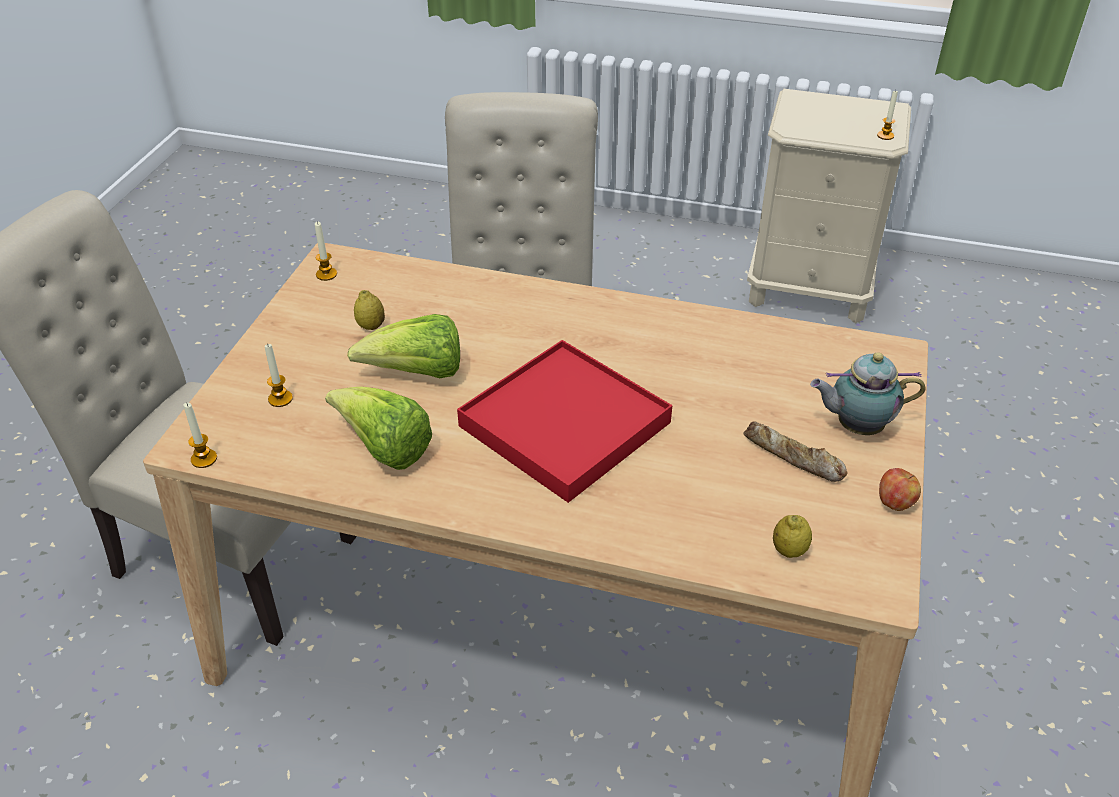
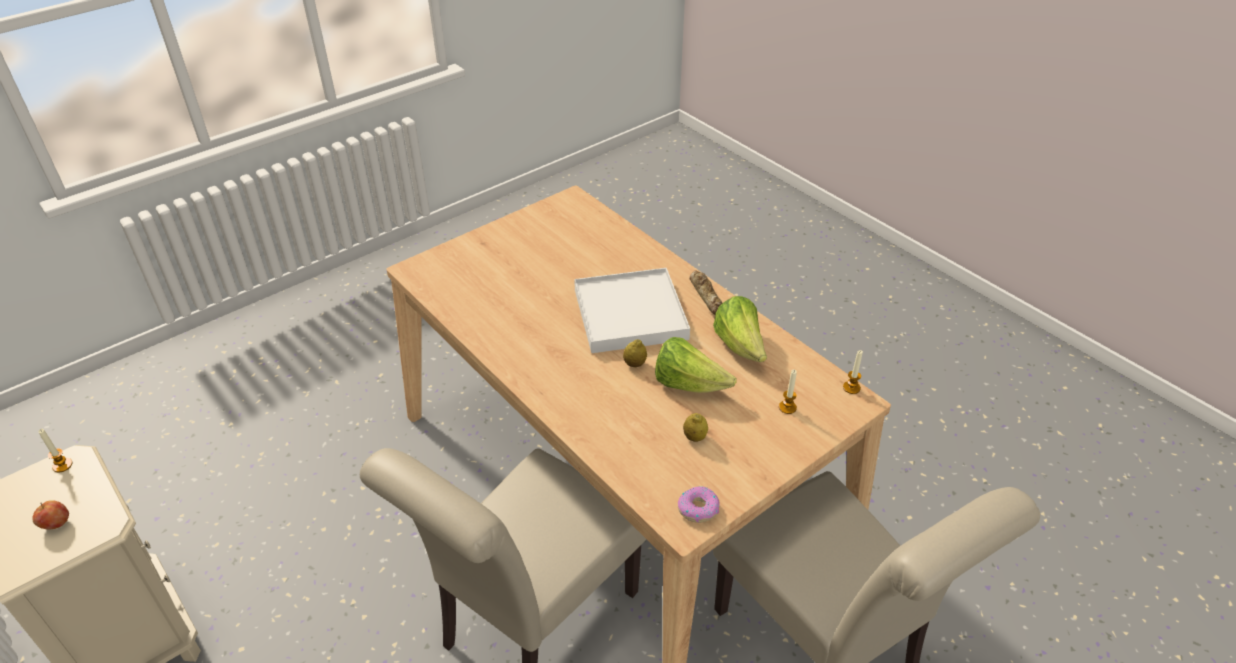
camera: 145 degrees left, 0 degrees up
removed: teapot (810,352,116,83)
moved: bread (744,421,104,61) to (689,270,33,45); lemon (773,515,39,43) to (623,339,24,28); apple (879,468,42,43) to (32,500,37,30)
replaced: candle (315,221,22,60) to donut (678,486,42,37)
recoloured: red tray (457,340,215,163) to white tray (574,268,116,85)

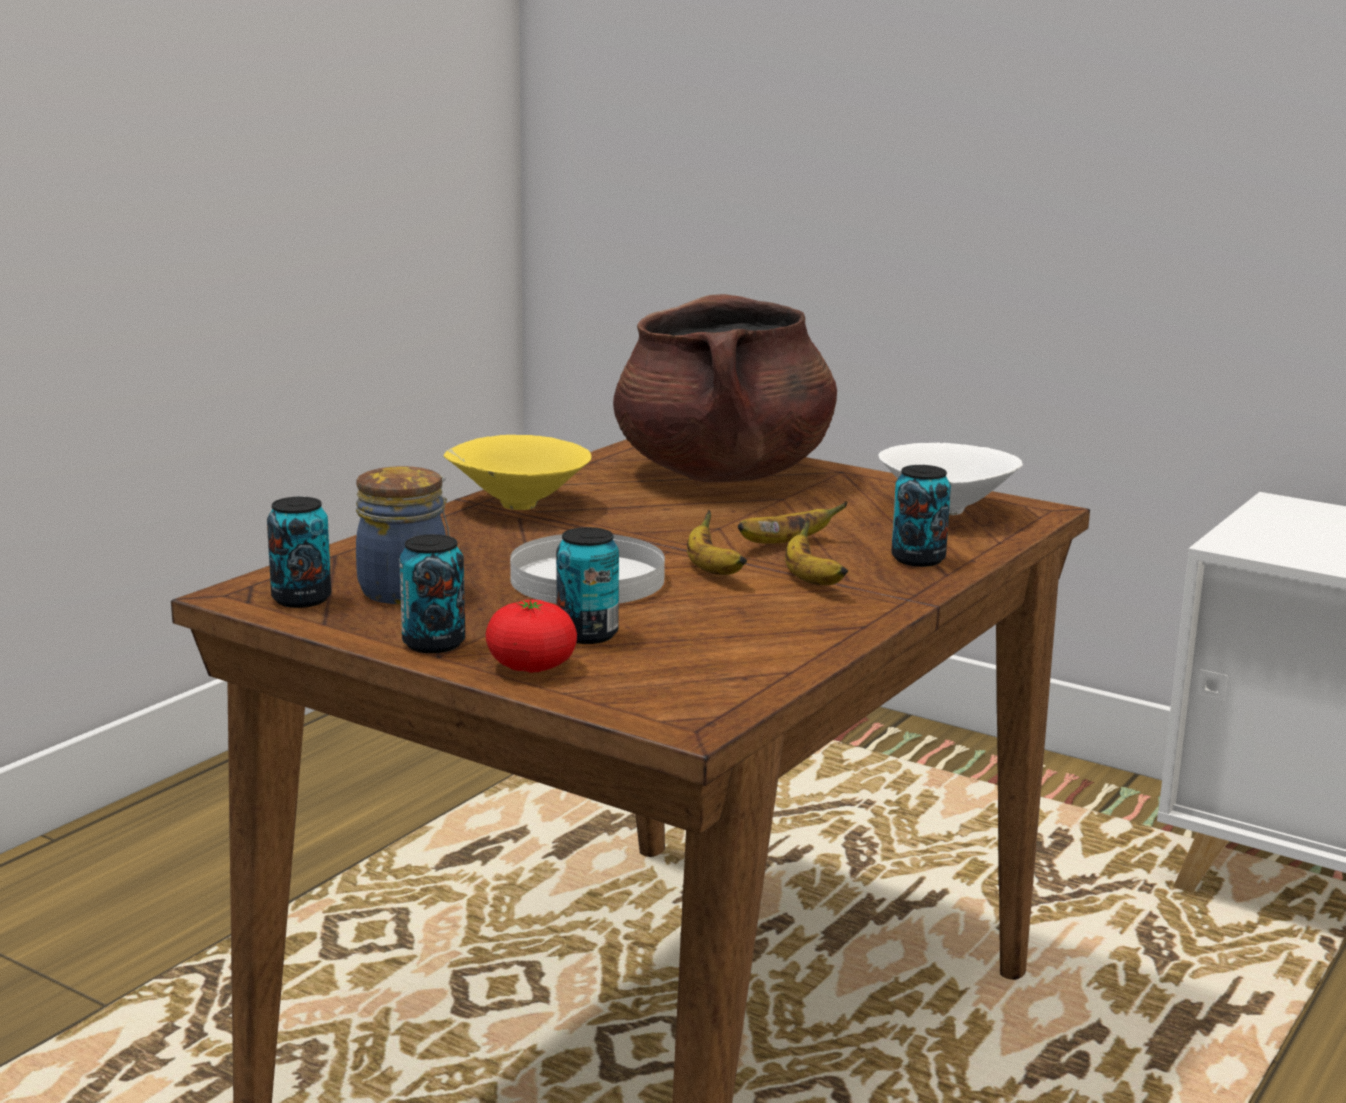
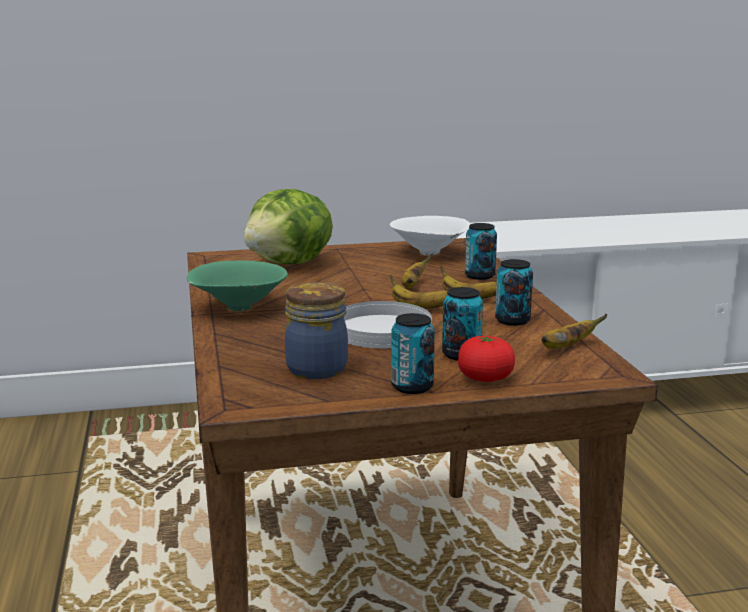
camera: 45 degrees left, 0 degrees up
added: banana (541,314,66,35)
moved: can (267,497,64,111) to (495,259,38,67)
replaced: brown cooking pot (613,294,224,188) to lettuce (243,189,90,75)
recoloured: yellow bowl (444,435,148,75) to green bowl (187,261,101,50)

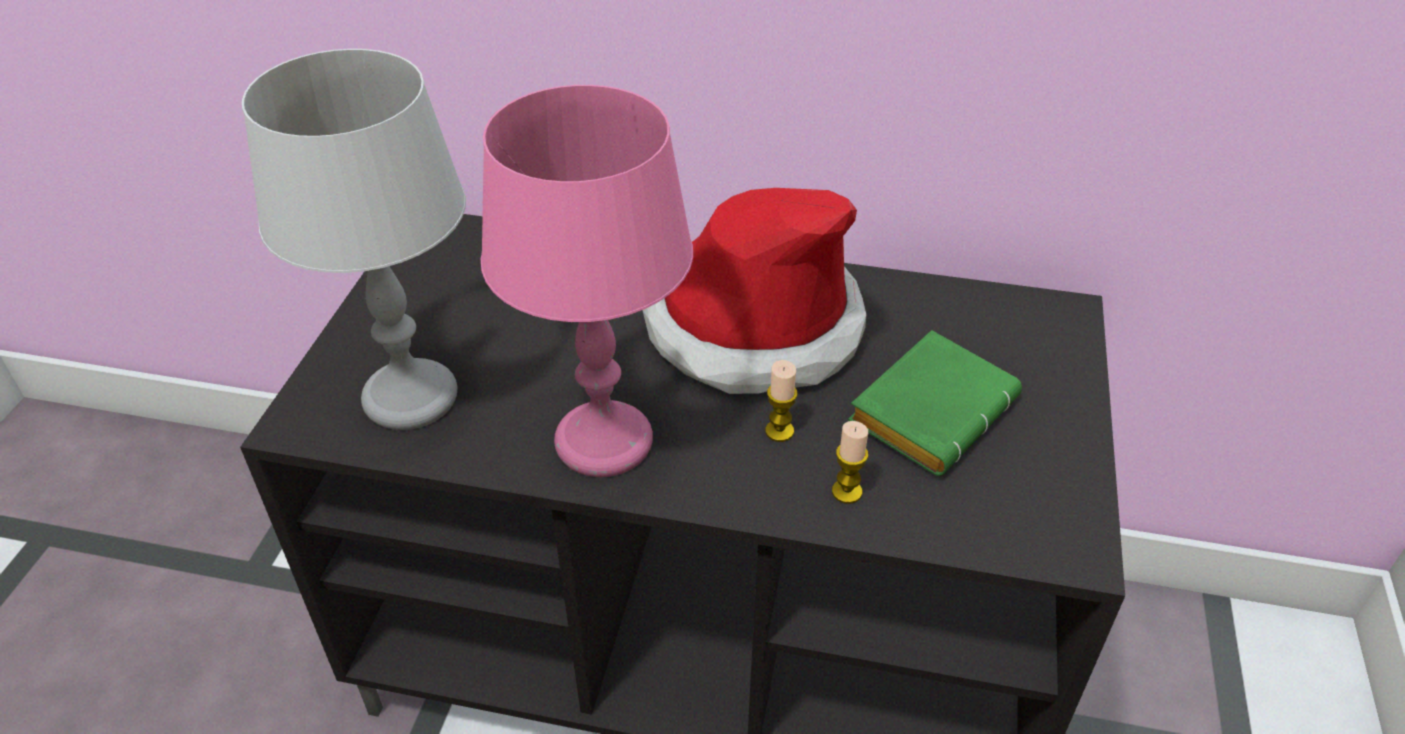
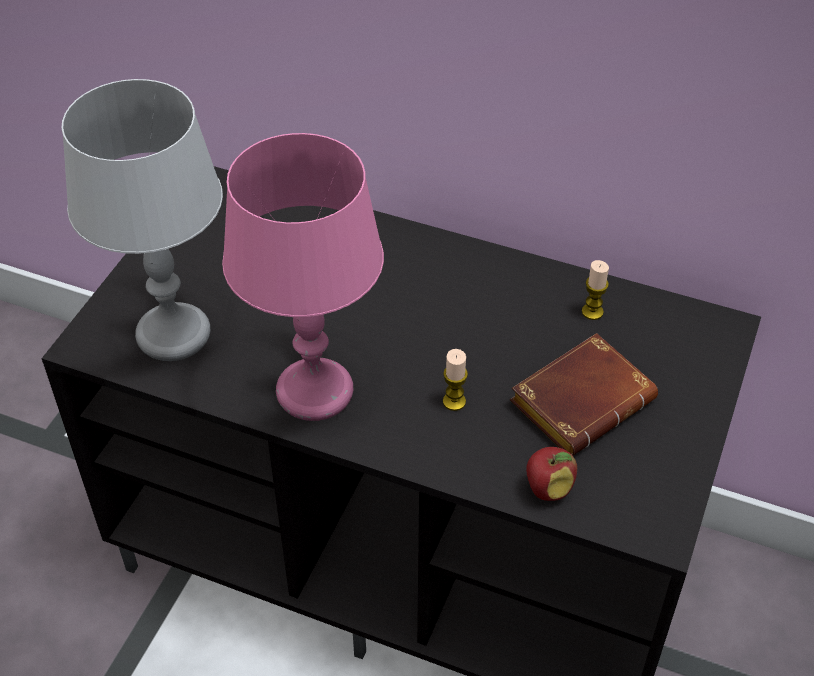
camera: 10 degrees right, 5 degrees up
removed: hat (643,188,223,206)
added: apple (526,447,51,54)
moved: candle (832,421,36,83) to (582,260,27,60)
recoloured: green book (848,330,174,146) to brown book (510,333,148,123)

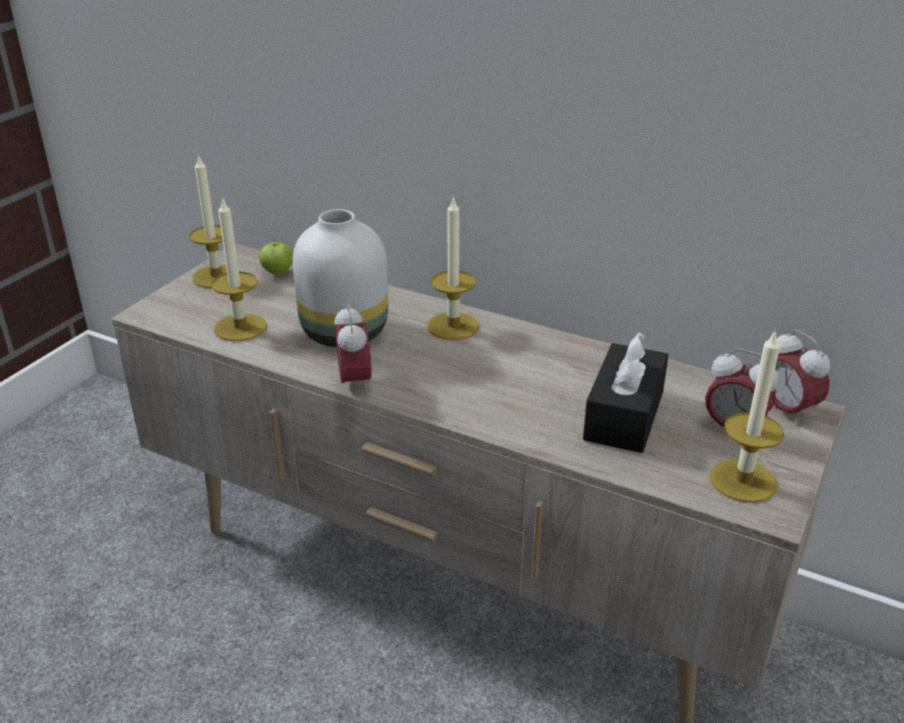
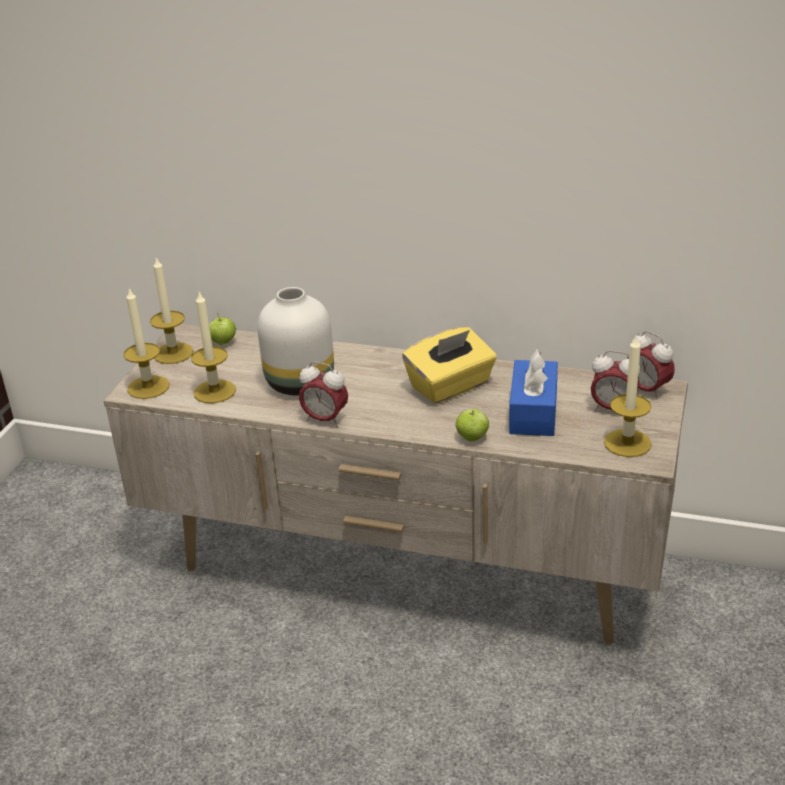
camera: 10 degrees left, 0 degrees up
added: yellow tissue box (402,327,95,77); apple (456,409,33,33)
moved: candle (427,195,52,145) to (123,288,46,111)
recoloured: black tissue box (583,332,86,121) to blue tissue box (509,349,49,87)
turned: alarm clock (334,304,38,90) = (299,362,49,65) 135 degrees clockwise

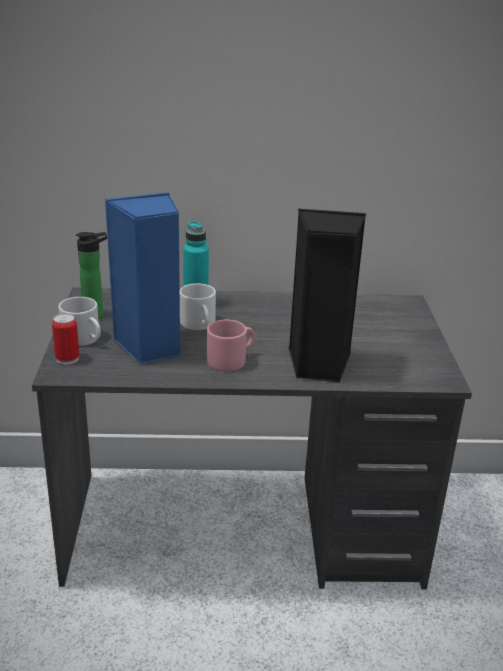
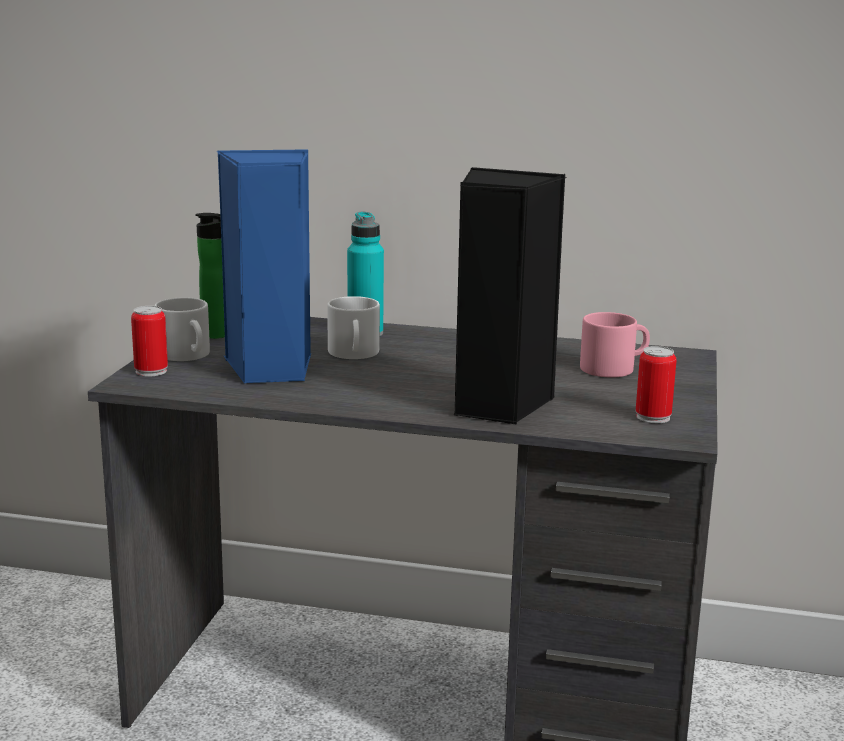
camera: 15 degrees right, 10 degrees down
added: can (636,346,41,77)
moved: pink mug (207,320,48,52) to (580,312,70,66)

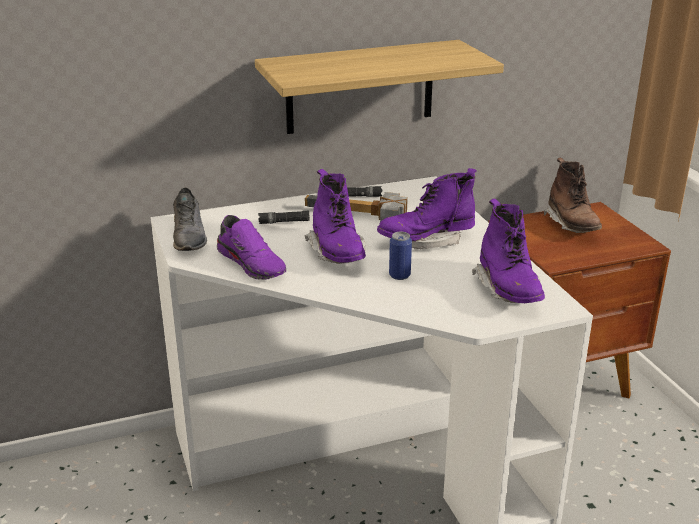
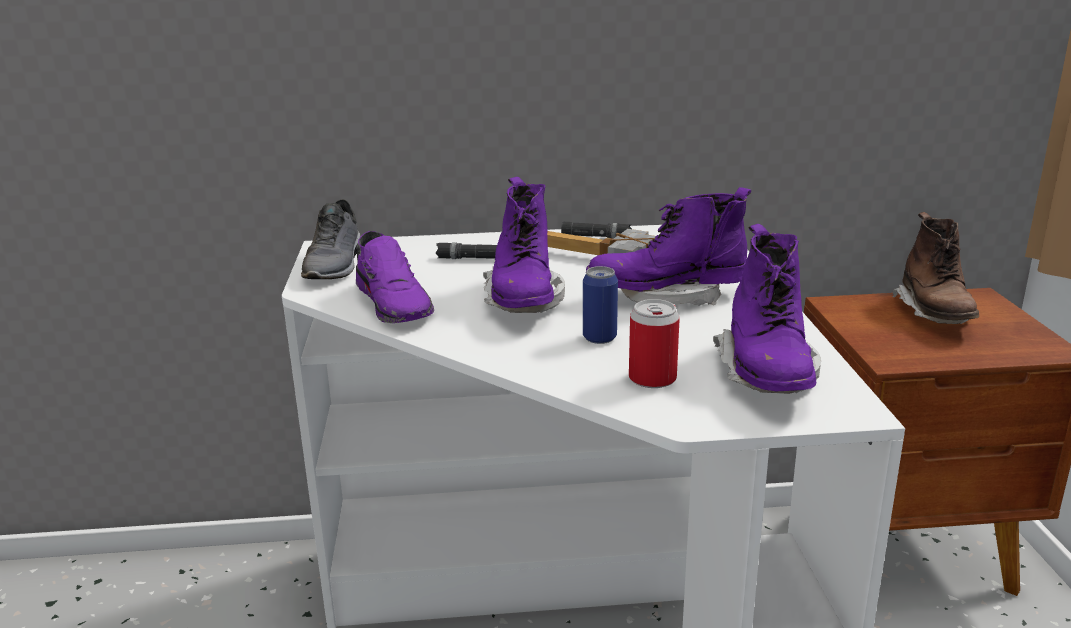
camera: 15 degrees right, 5 degrees down
removed: shelf (255,40,249,94)
added: can (629,299,51,89)

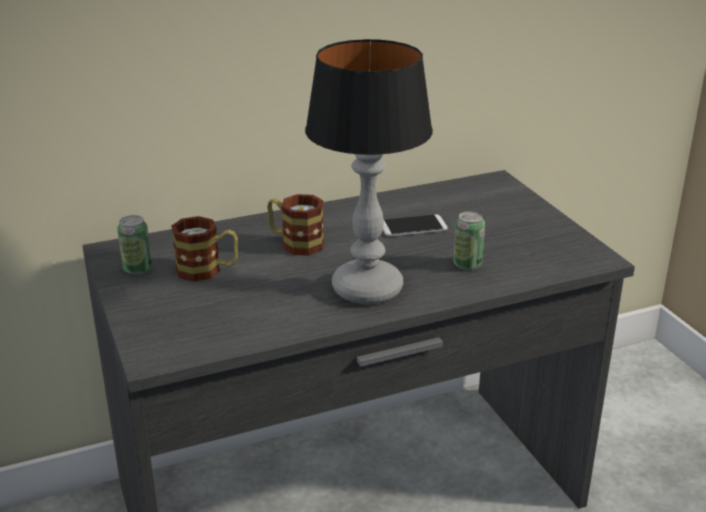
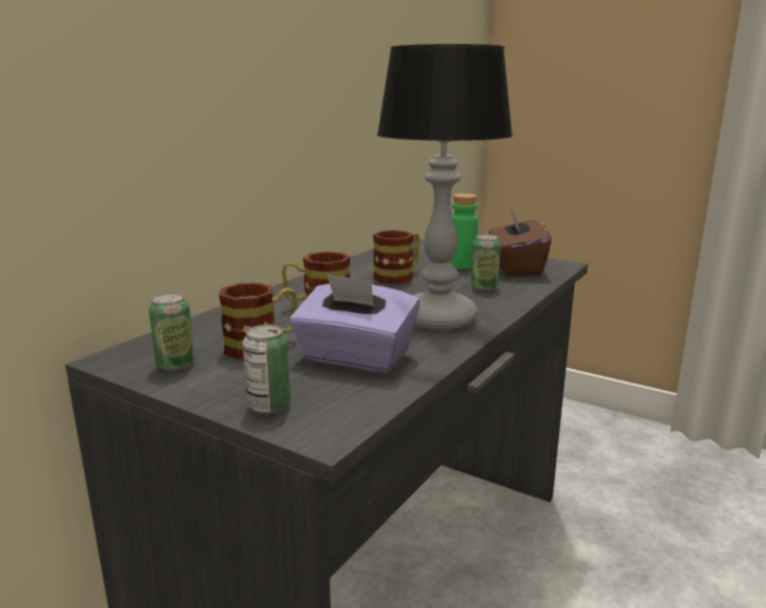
camera: 35 degrees left, 10 degrees down
added: can (242,324,49,90); purple tissue box (290,273,130,99); green bottle (449,194,29,75); brown tissue box (489,209,62,66)
replaced: phone (383,214,65,22) to mug (373,230,47,55)

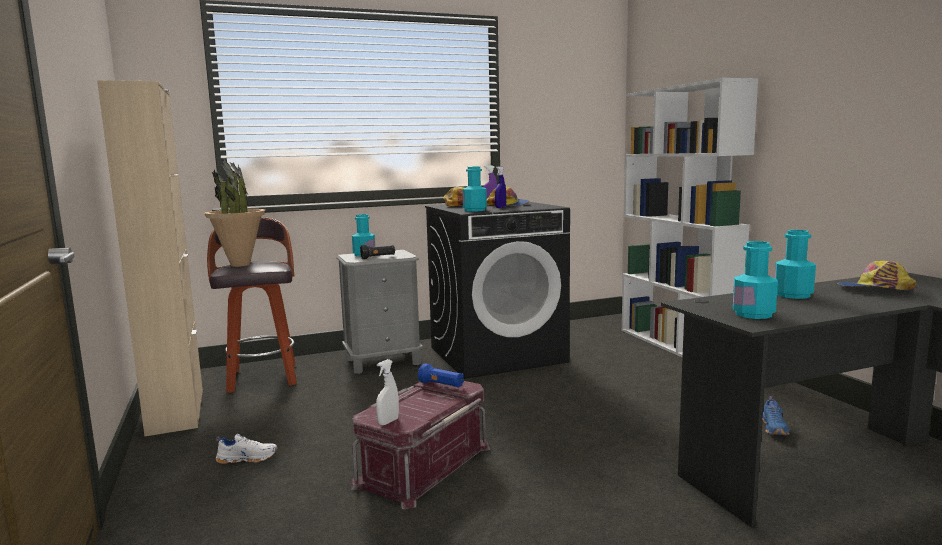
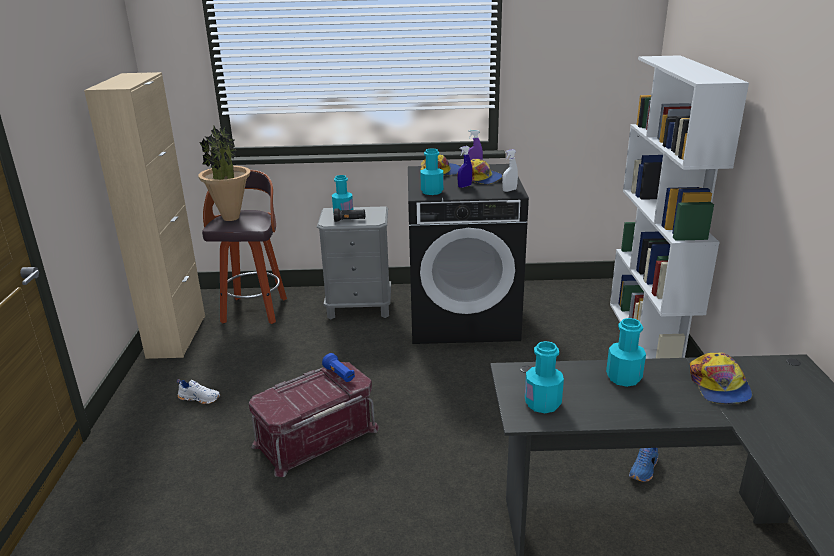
camera: 20 degrees right, 15 degrees up
moved: white spray bottle (376,359,23,66) to (502,149,16,43)
turned: cap (837,261,79,29) = (690,352,62,52) 135 degrees counterclockwise

